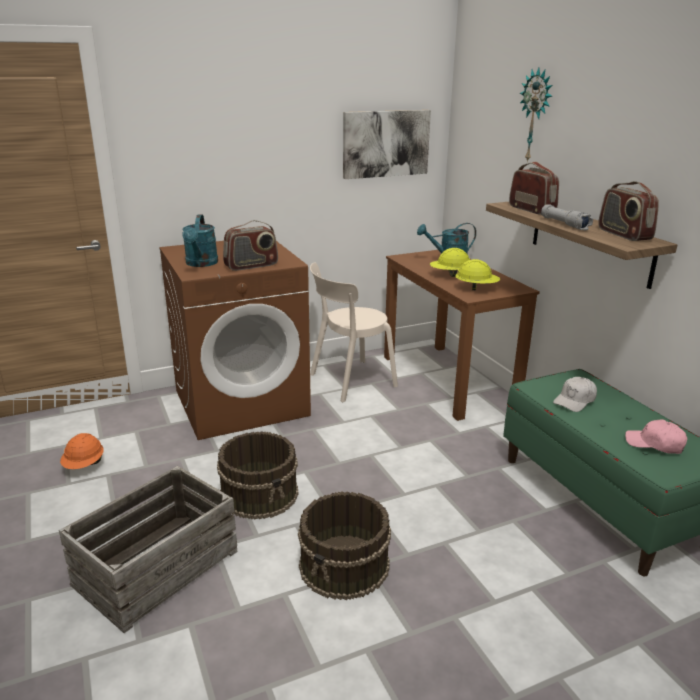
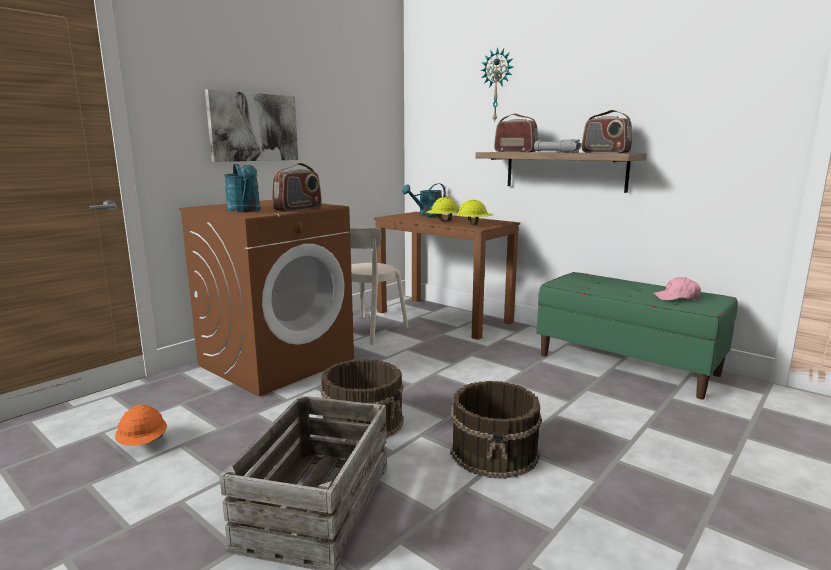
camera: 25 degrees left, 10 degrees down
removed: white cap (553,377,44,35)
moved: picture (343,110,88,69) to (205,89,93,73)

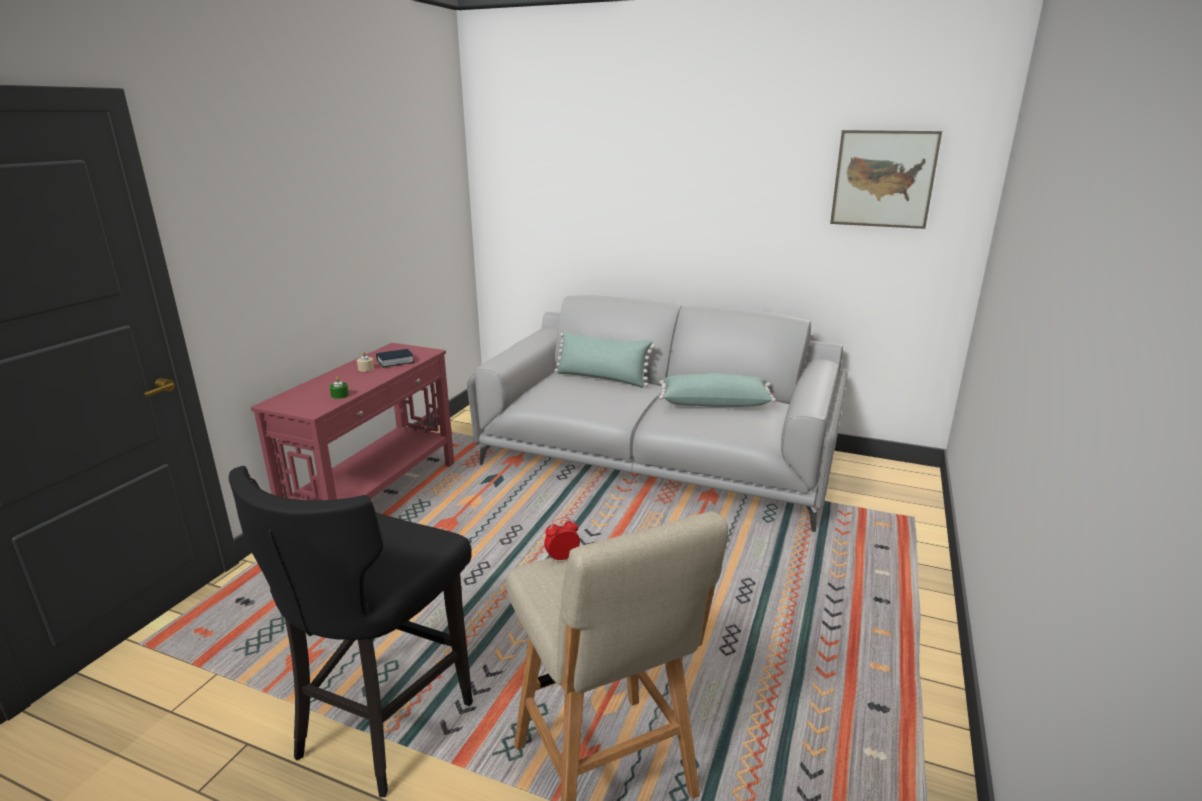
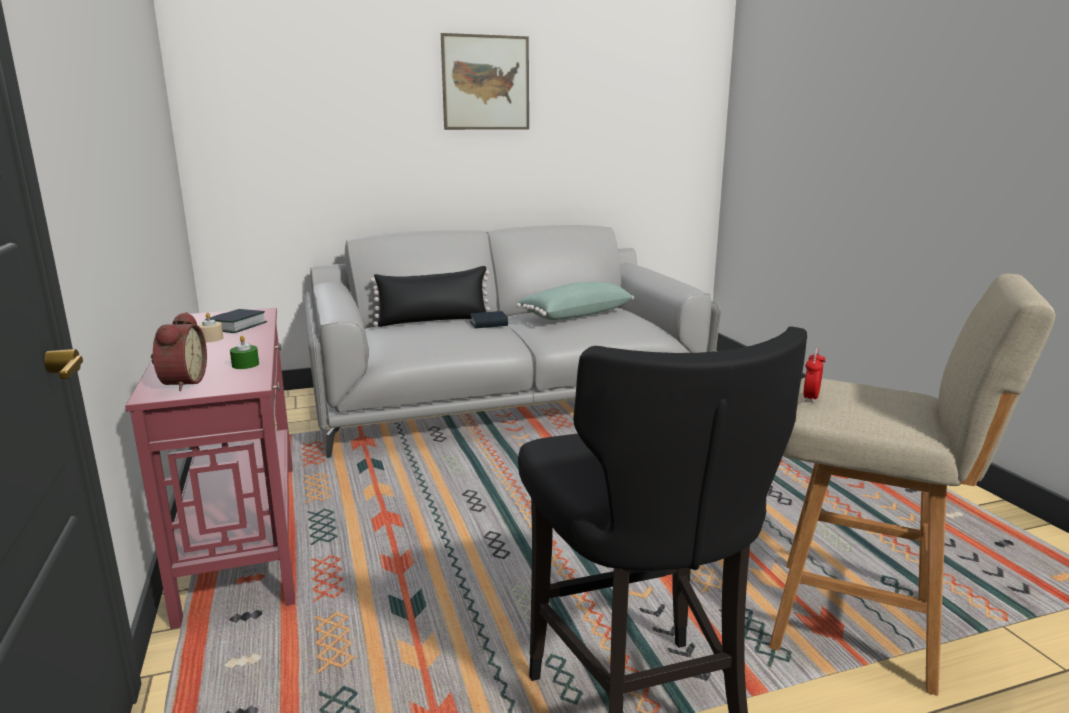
camera: 40 degrees left, 5 degrees down
added: alarm clock (151,312,56,79); book (470,311,38,17)
moved: picture (830,130,112,99) to (441,33,88,97)
recoloured: green pillow (554,331,101,57) to black pillow (370,266,120,61)

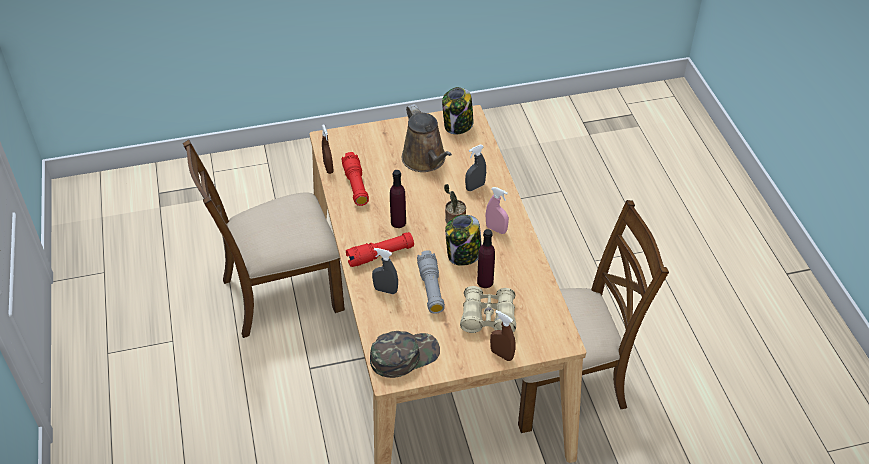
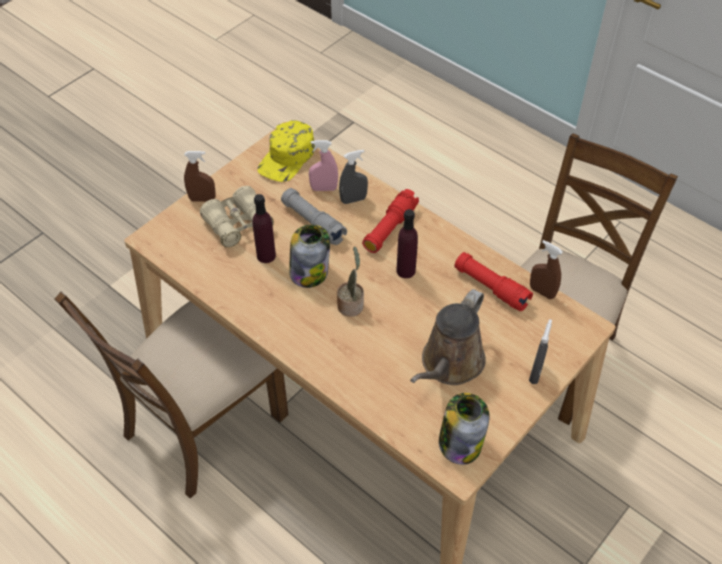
camera: 145 degrees right, 5 degrees up
moved: grey spray bottle (465,145,21,46) to (529,319,23,65); pink spray bottle (486,187,23,47) to (309,140,29,51)
recoloured: green cap (370,331,70,47) to yellow cap (257,120,58,62)
turned: brown watering can (402,104,50,68) = (410,289,76,96) 90 degrees counterclockwise

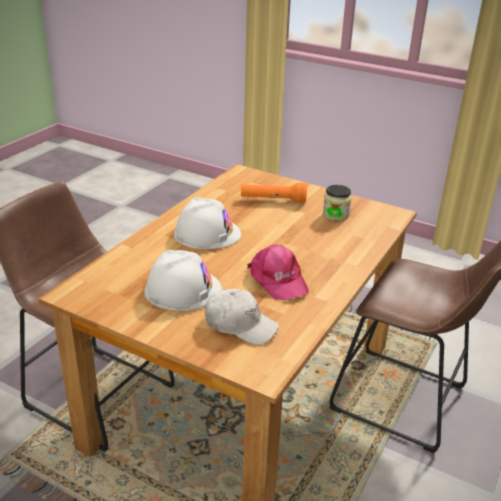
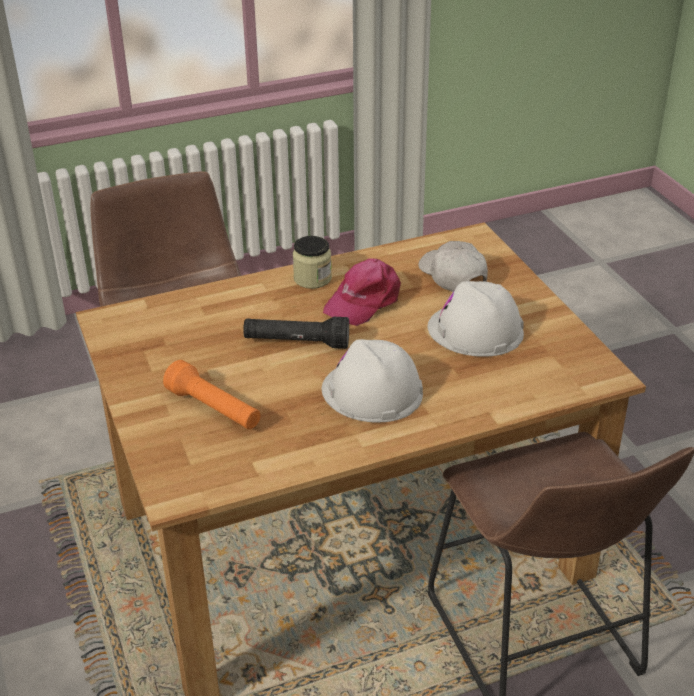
camera: 140 degrees left, 5 degrees up
added: black flashlight (243,317,106,32)
moved: jar (323,185,28,36) to (293,236,39,53)
turned: pink cap (247,244,62,56) = (323,258,78,68) 150 degrees counterclockwise

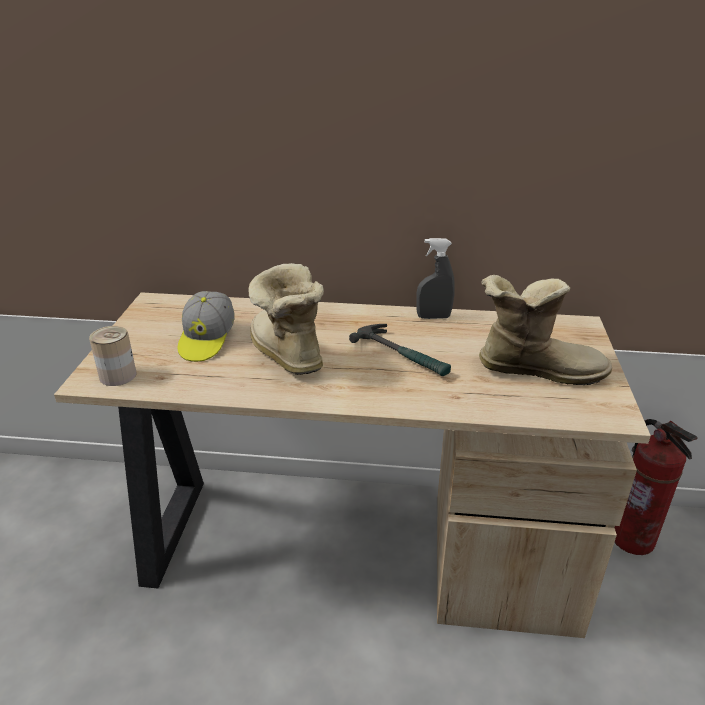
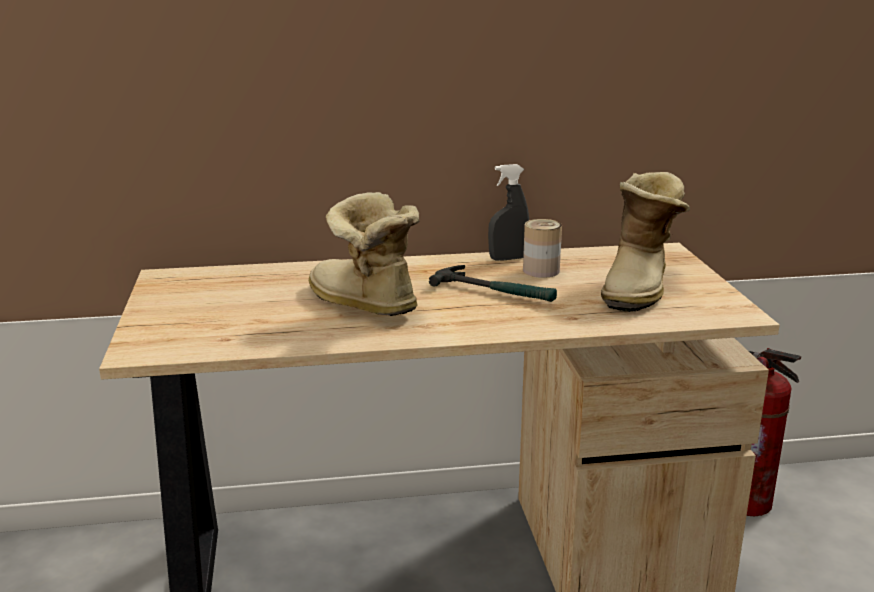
camera: 15 degrees left, 10 degrees down
removed: cap (177,291,58,71)
moved: can (89,326,47,60) to (523,219,39,59)
turned: boot (479,275,133,110) = (601,172,89,140) 120 degrees clockwise

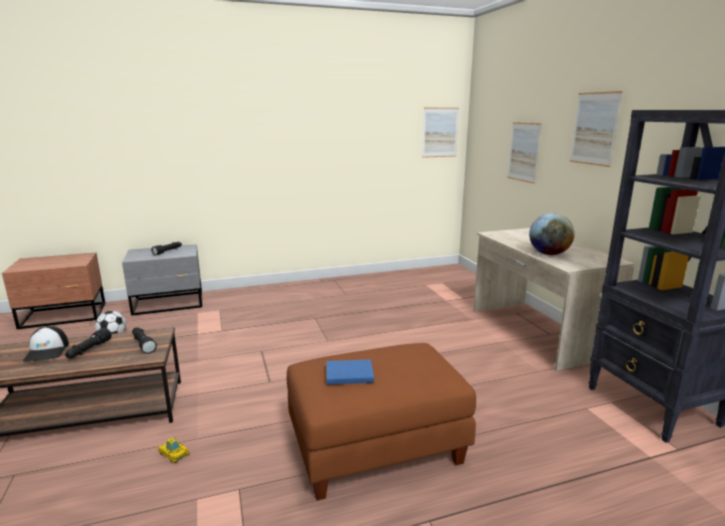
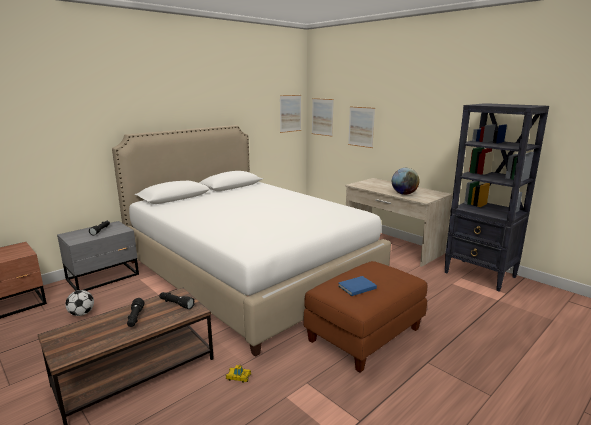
camera: 25 degrees left, 0 degrees up
removed: cap (23,326,46,36)
added: white bed (112,125,279,232)
moved: picture (570,91,53,76) to (312,98,22,39)

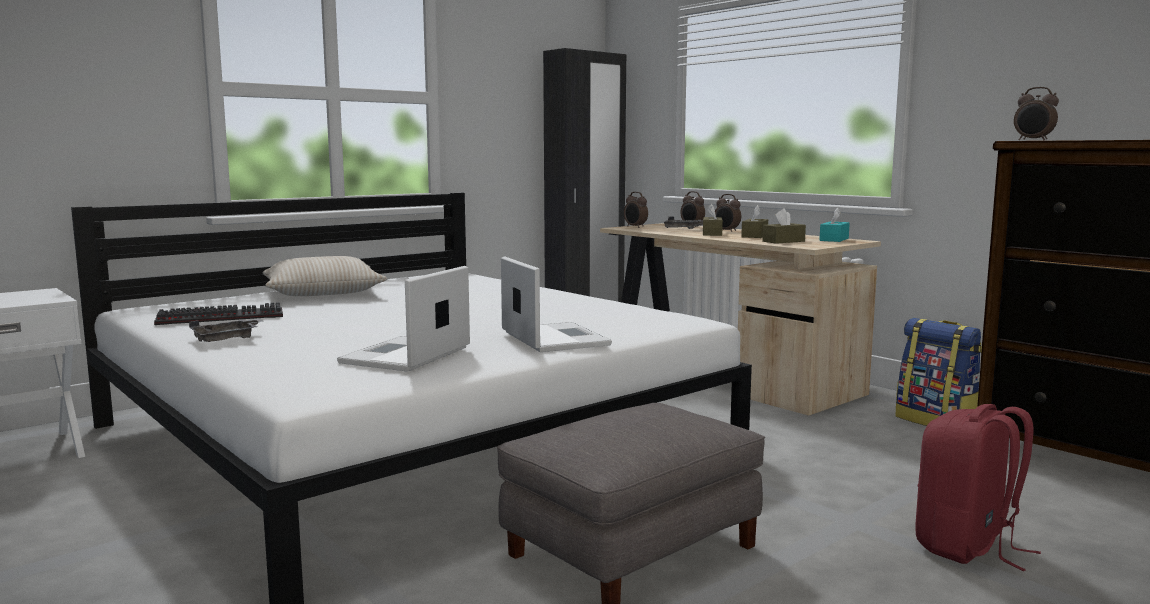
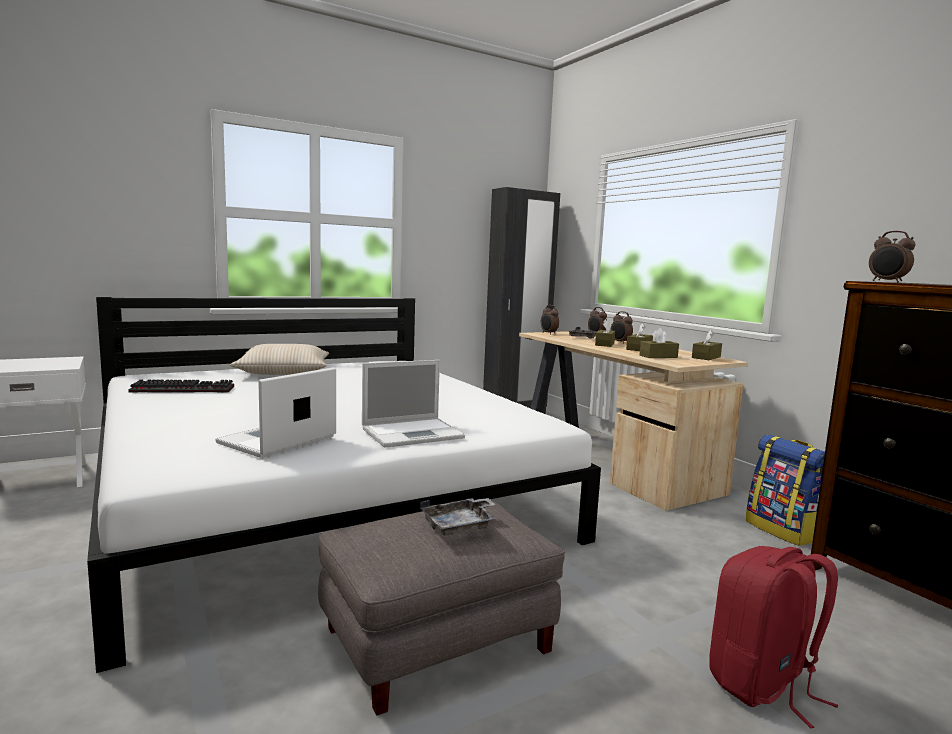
camera: 10 degrees right, 0 degrees up
moved: grey tray (189,319,74,23) to (420,498,77,37)
recoloured: turquoise tissue box (819,207,31,35) to brown tissue box (692,330,30,30)
turned: laptop (501,257,111,95) = (362,360,103,88) 75 degrees clockwise

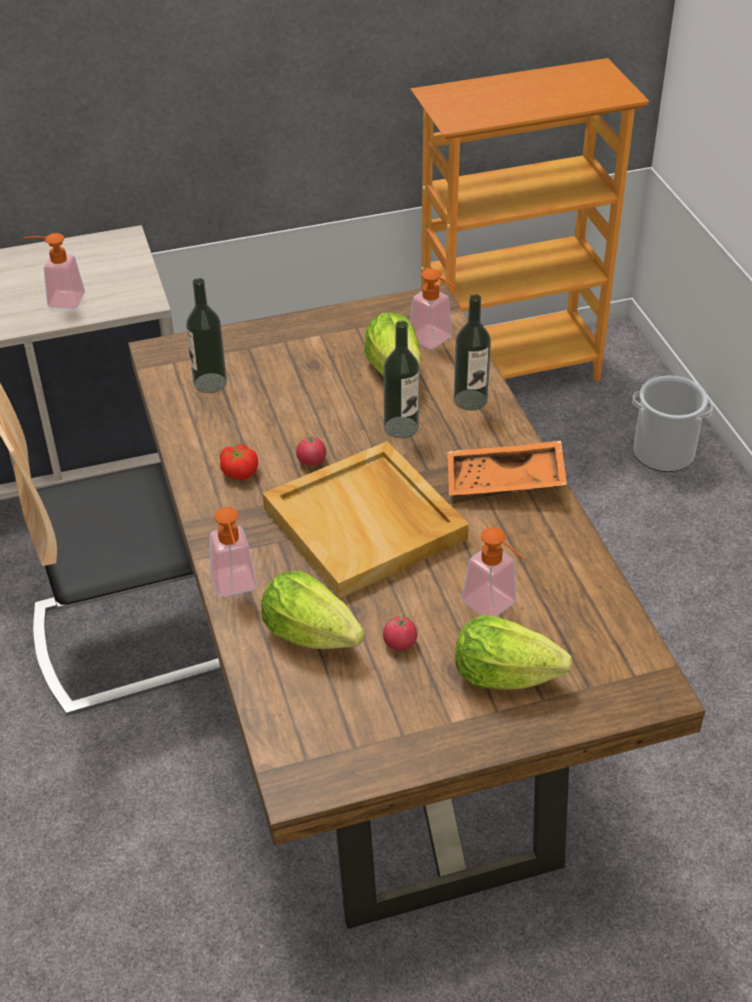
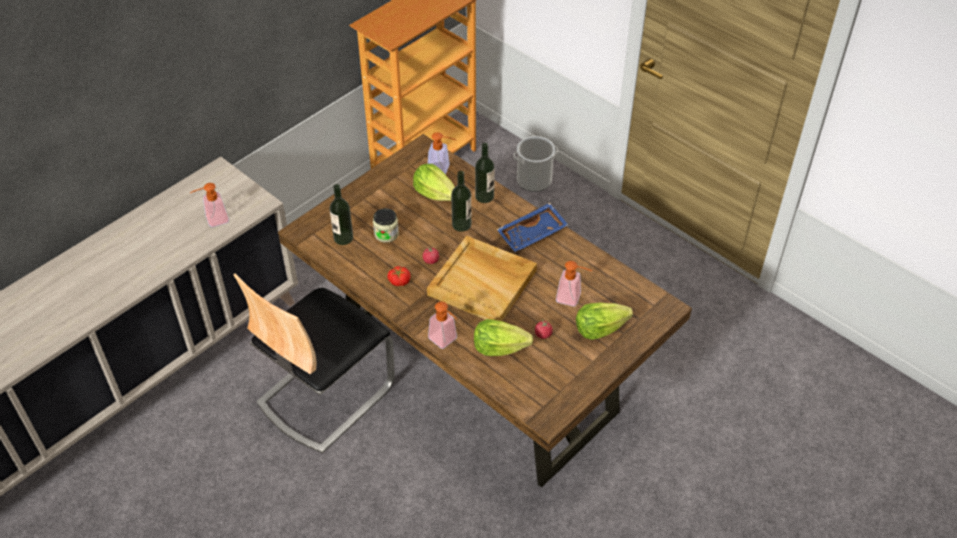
camera: 30 degrees left, 5 degrees up
added: jar (373,208,26,35)
recoloured: orange tray (447,440,120,56) to blue tray (497,203,71,49)

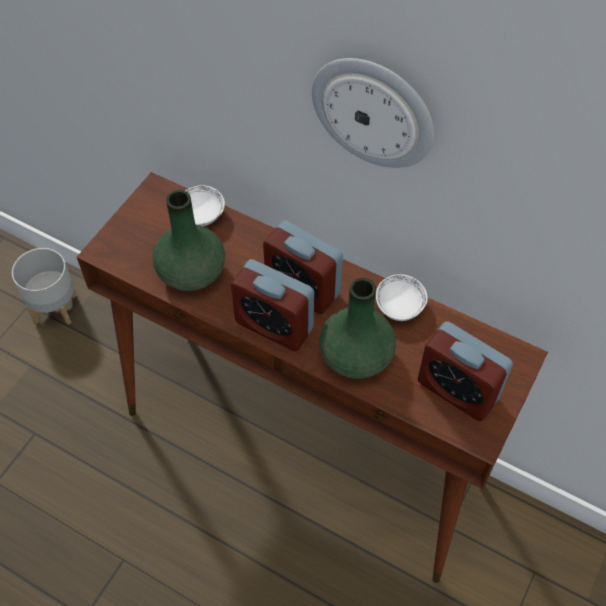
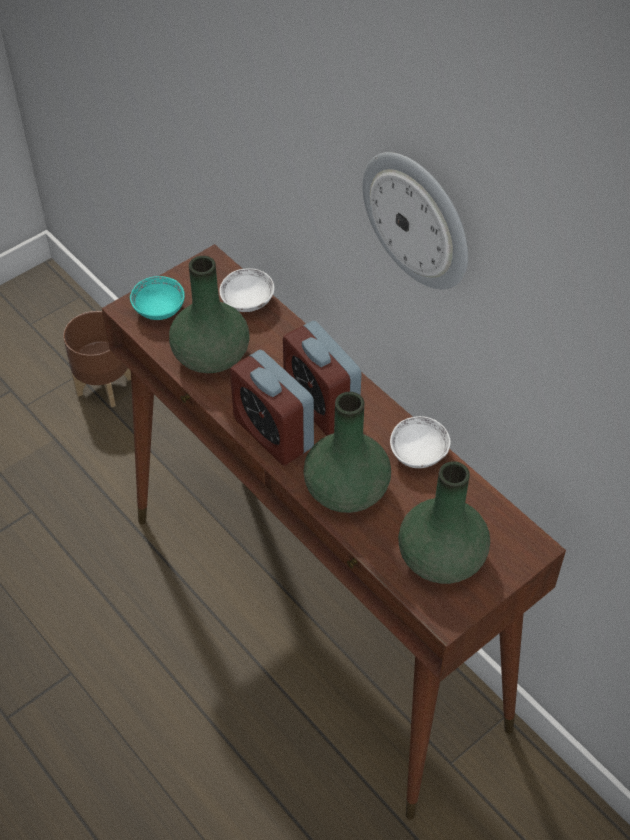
camera: 20 degrees right, 5 degrees down
added: turquoise bowl (130,276,55,44)
replaced: alarm clock (418,321,95,100) to green vase (398,461,92,123)
recoloured: grey planter (12,248,65,77) to brown planter (63,311,68,96)

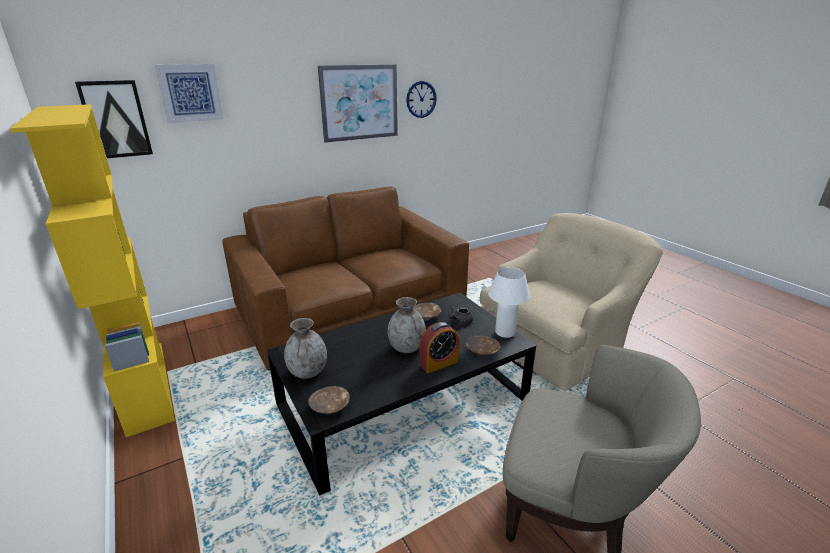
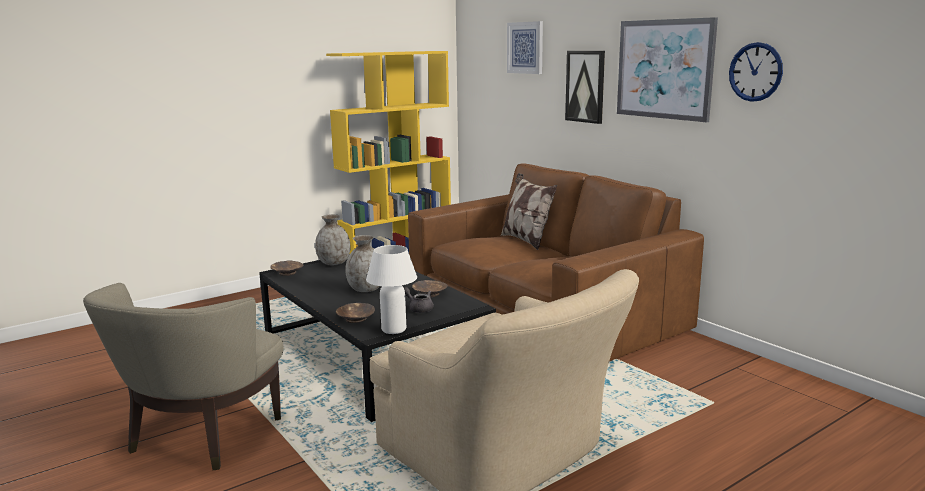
camera: 85 degrees right, 10 degrees down
removed: alarm clock (420,322,39,51)
added: pillow (501,173,56,77)
moved: picture (75,80,78,78) to (565,51,40,73)

